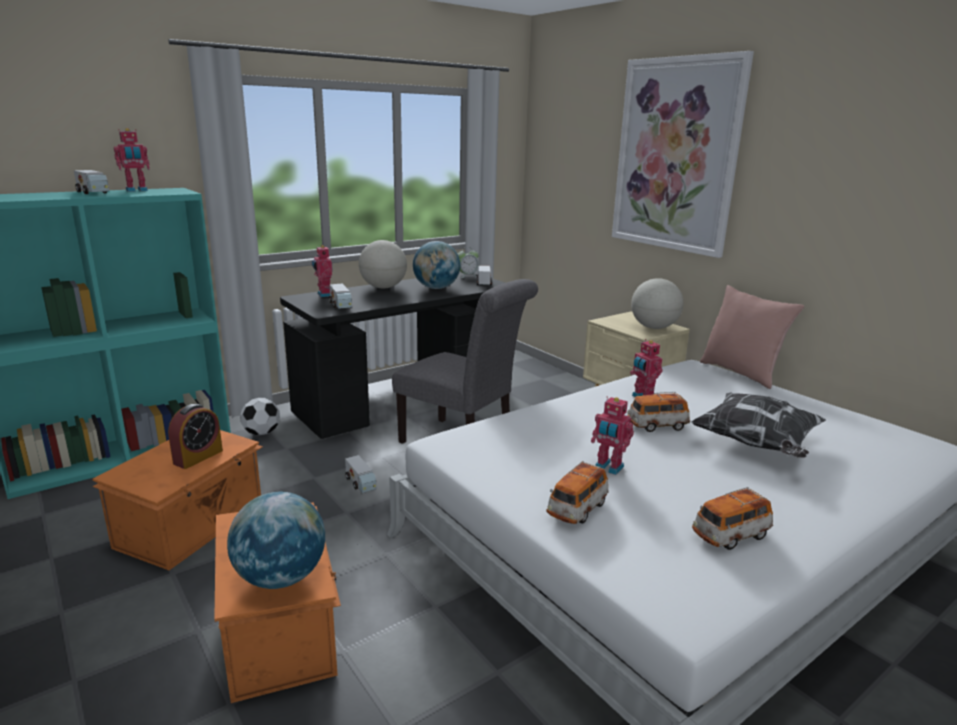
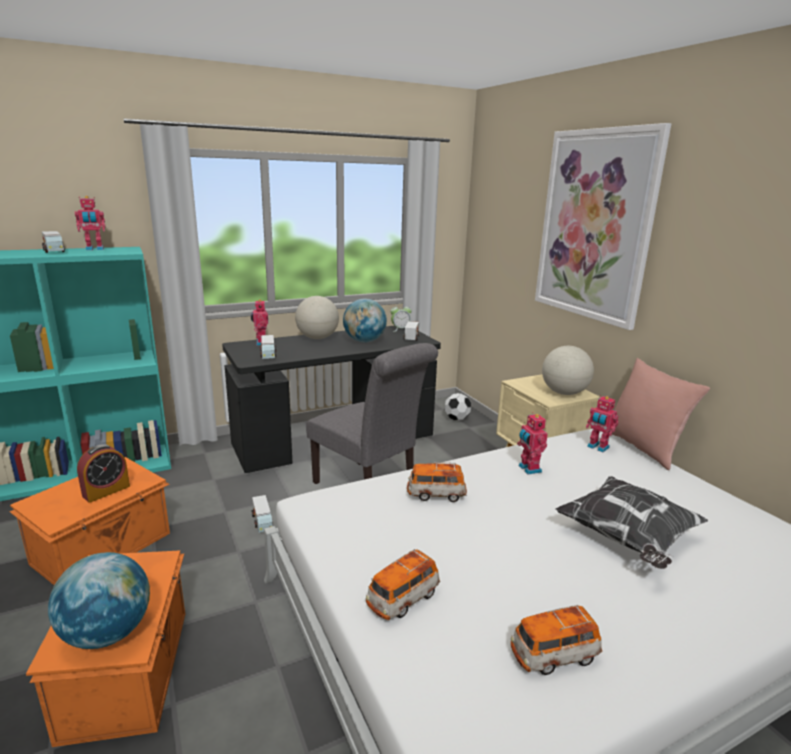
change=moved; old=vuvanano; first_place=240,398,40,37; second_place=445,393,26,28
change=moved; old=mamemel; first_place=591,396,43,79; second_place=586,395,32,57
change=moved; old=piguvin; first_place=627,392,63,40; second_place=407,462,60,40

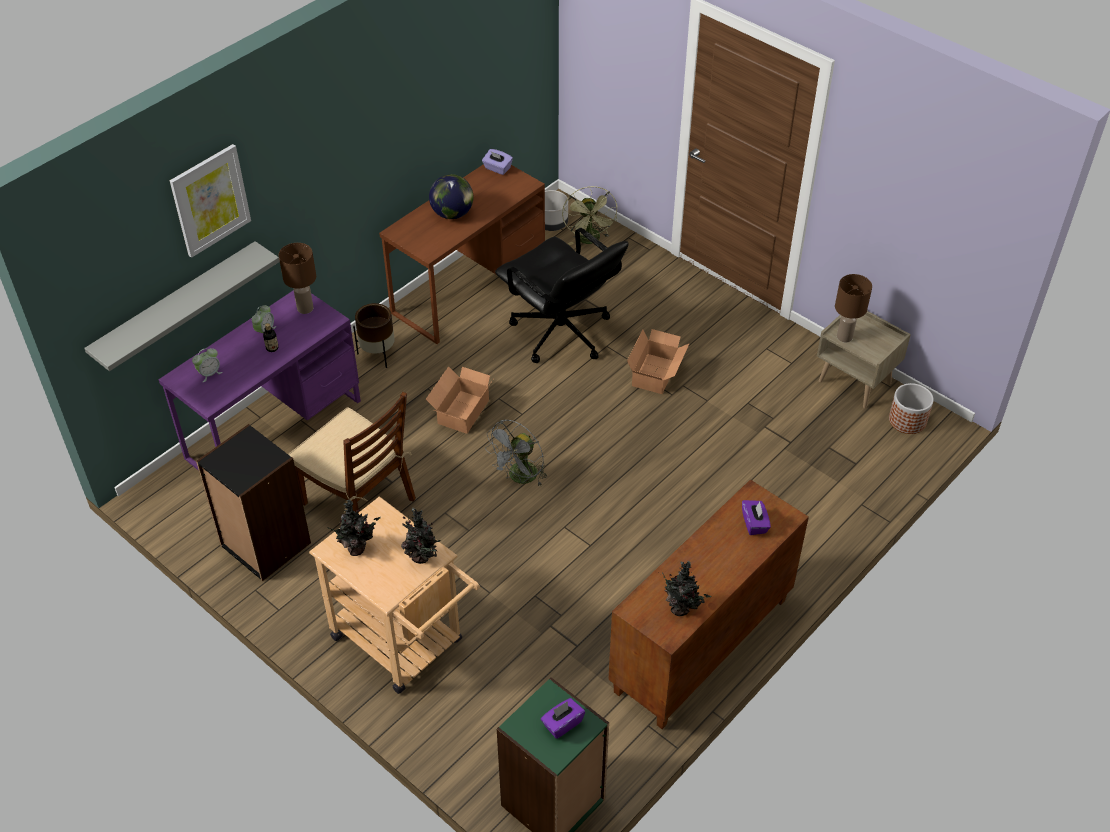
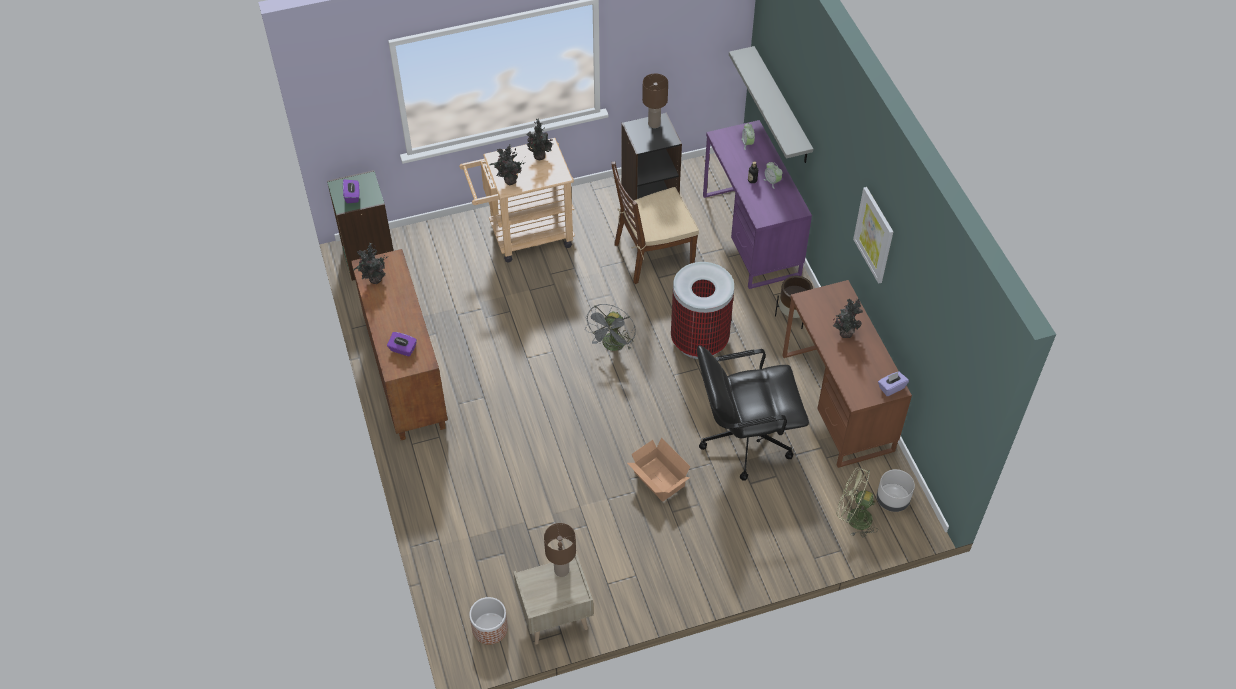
change=moved; old=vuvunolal; first_place=170,144,81,114; second_place=853,187,40,97
change=moved; old=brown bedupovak; first_place=279,243,37,71; second_place=642,74,26,54
change=replaced; old=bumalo; new=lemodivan; first_place=426,366,67,68; second_place=671,262,63,97
change=replaced; old=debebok; new=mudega; first_place=429,174,45,45; second_place=832,298,31,40
change=turned; old=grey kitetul; first_place=485,420,62,67; second_place=586,304,50,47; degrees=-135

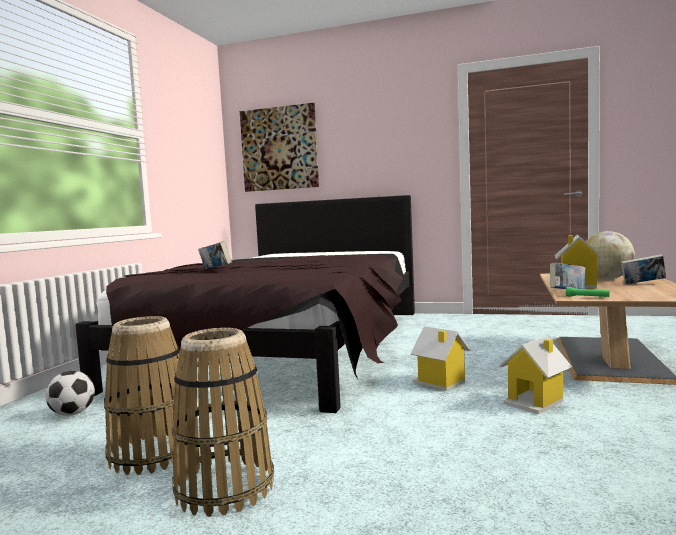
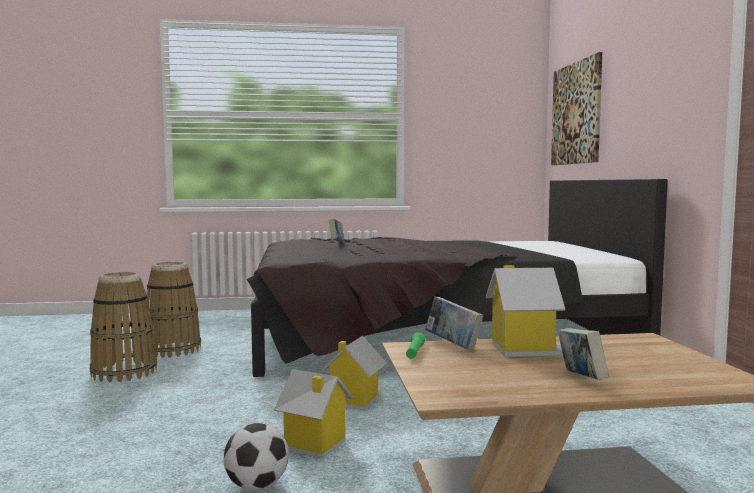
change=removed; old=debebok; first_place=586,231,49,49
change=moved; old=vuvanano; first_place=45,371,50,45; second_place=224,423,65,67

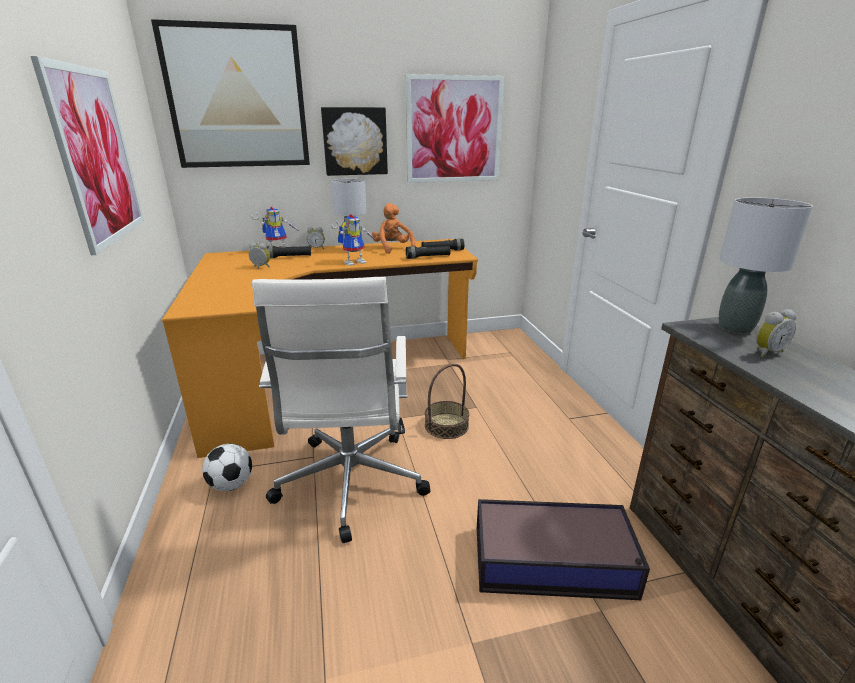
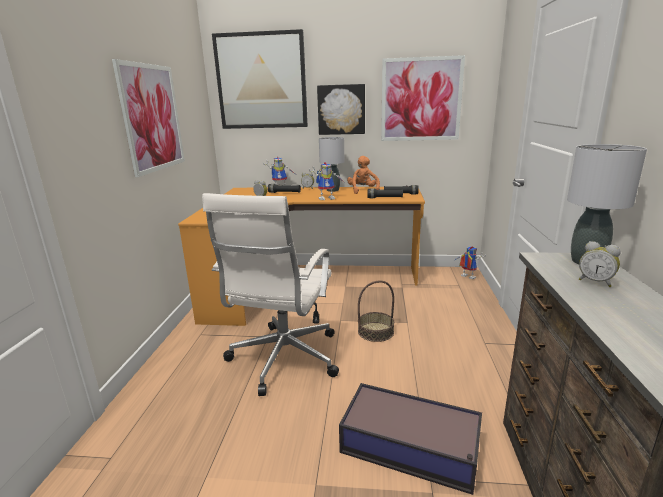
change=removed; old=vuvanano; first_place=202,444,50,47
change=added; new=mamemel; second_place=455,246,31,33
change=turned; old=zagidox; first_place=756,309,40,48; second_place=579,241,42,46; degrees=45

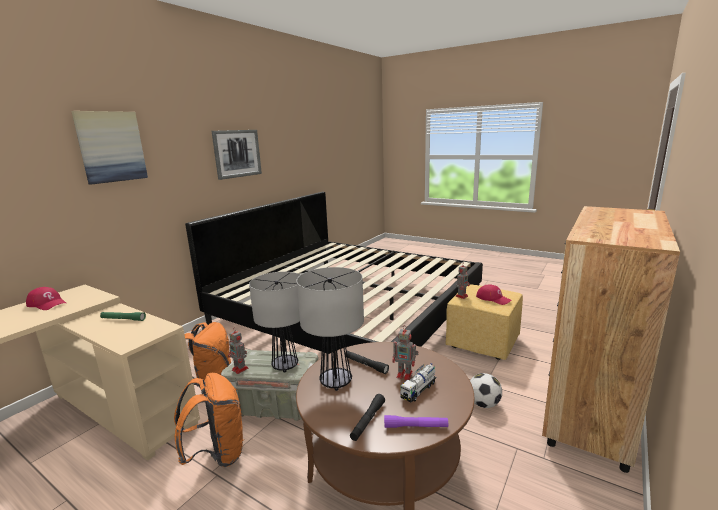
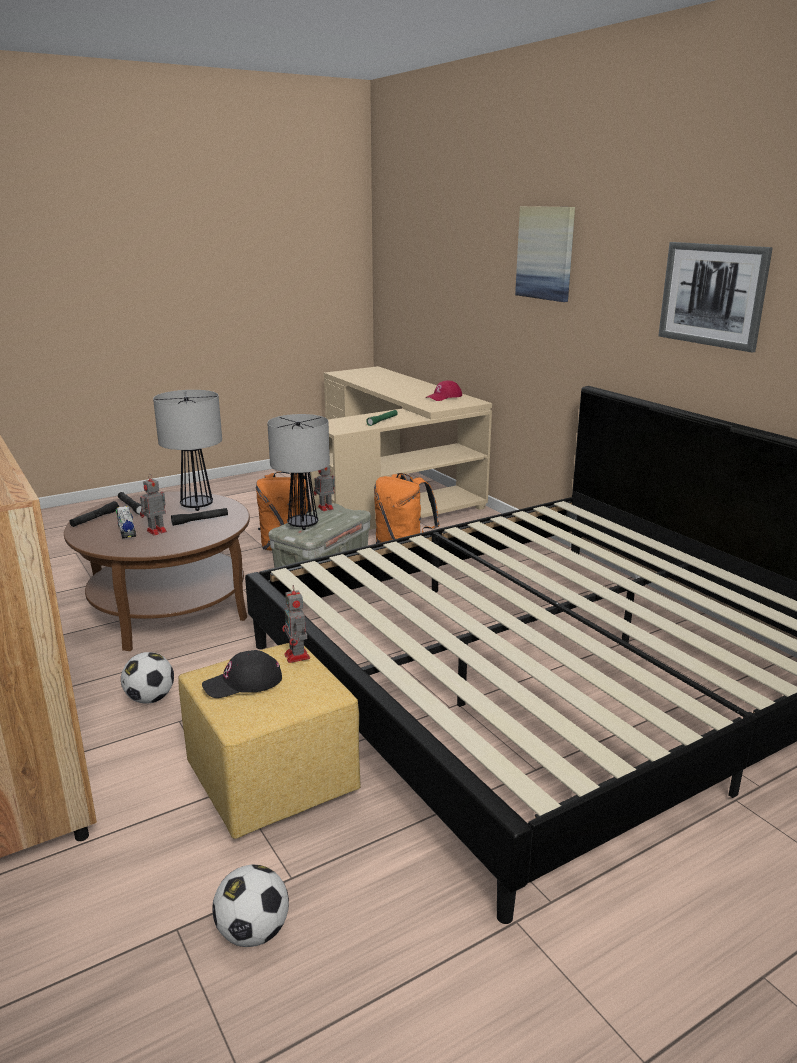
change=added; new=vuvanano; second_place=212,864,77,83
change=recoloured; old=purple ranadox; new=black ranadox; first_place=384,415,64,13; second_place=70,501,49,26
change=recoloured; old=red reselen; new=black reselen; first_place=476,284,36,21; second_place=202,650,80,48

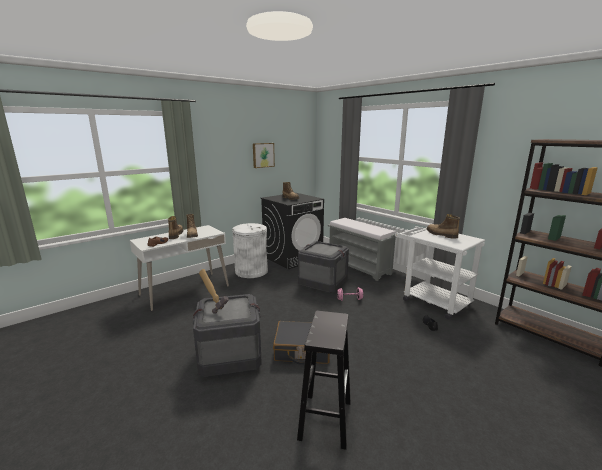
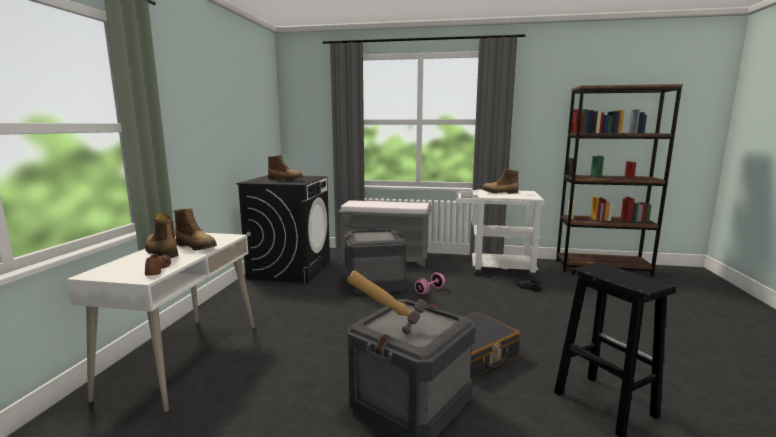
change=removed; old=white lemodivan; first_place=232,223,36,55
change=removed; old=vuvunolal; first_place=253,143,22,25

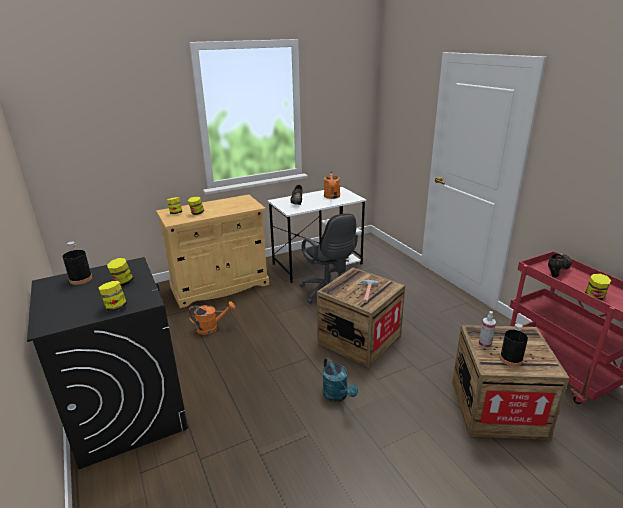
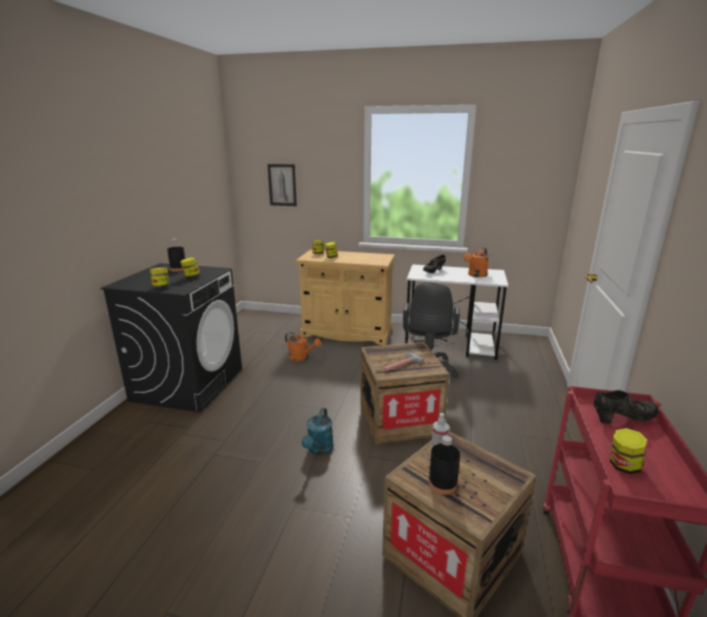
change=added; new=vuvunolal; second_place=268,164,29,42

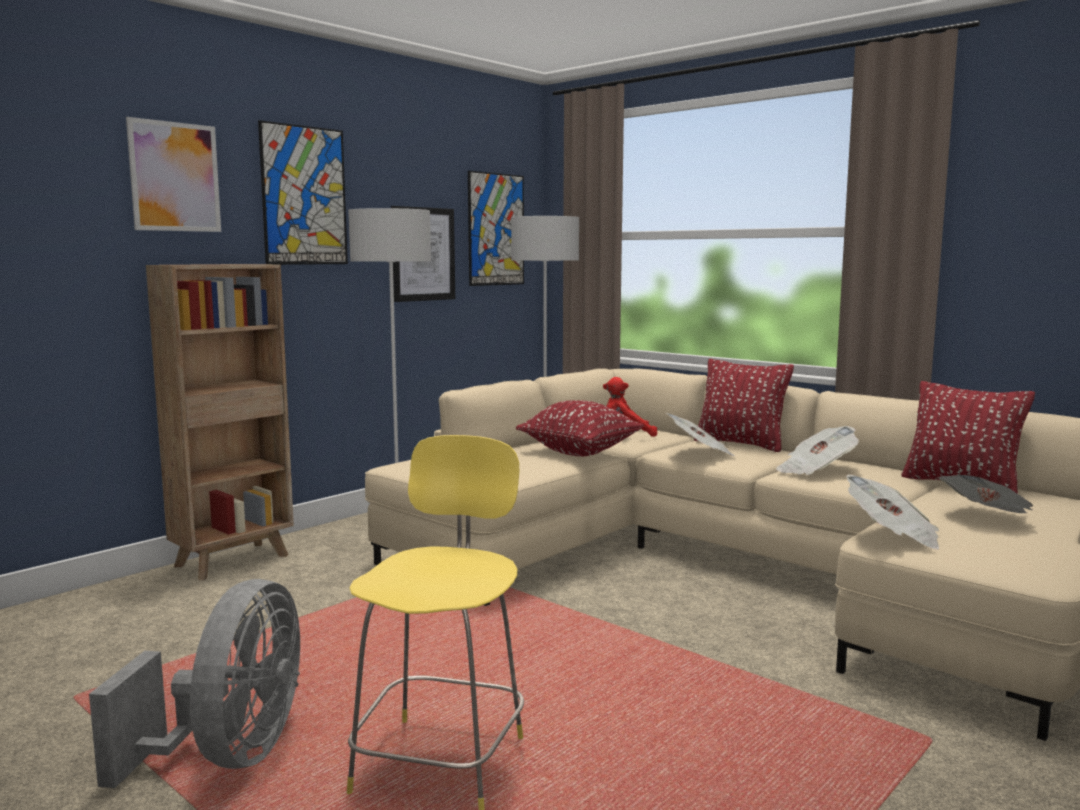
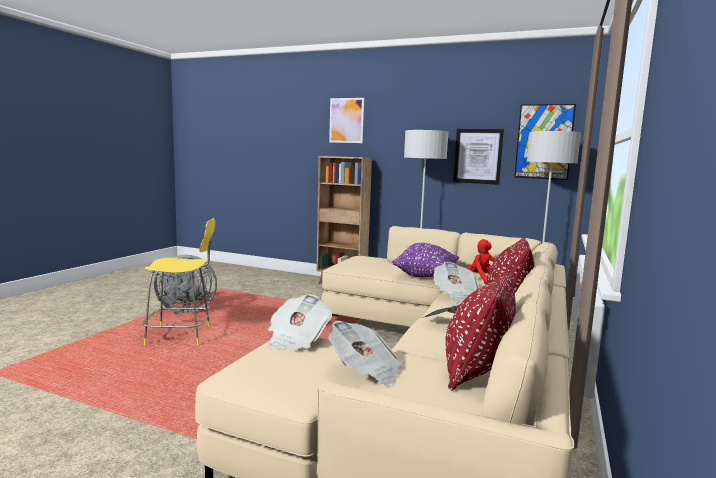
change=removed; old=vuvunolal; first_place=258,120,90,145
change=recoloured; old=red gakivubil; new=purple gakivubil; first_place=516,400,128,56; second_place=392,243,67,34

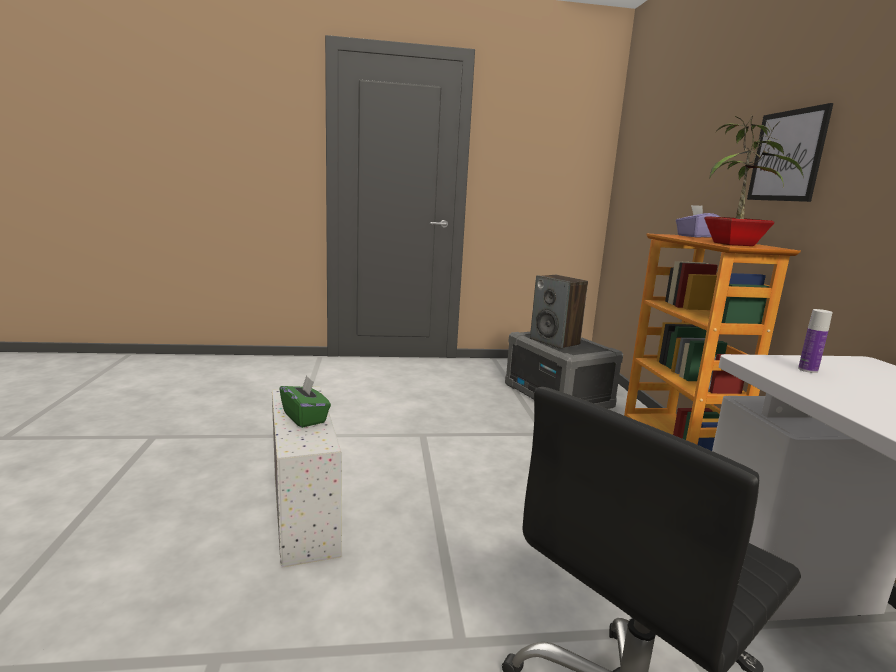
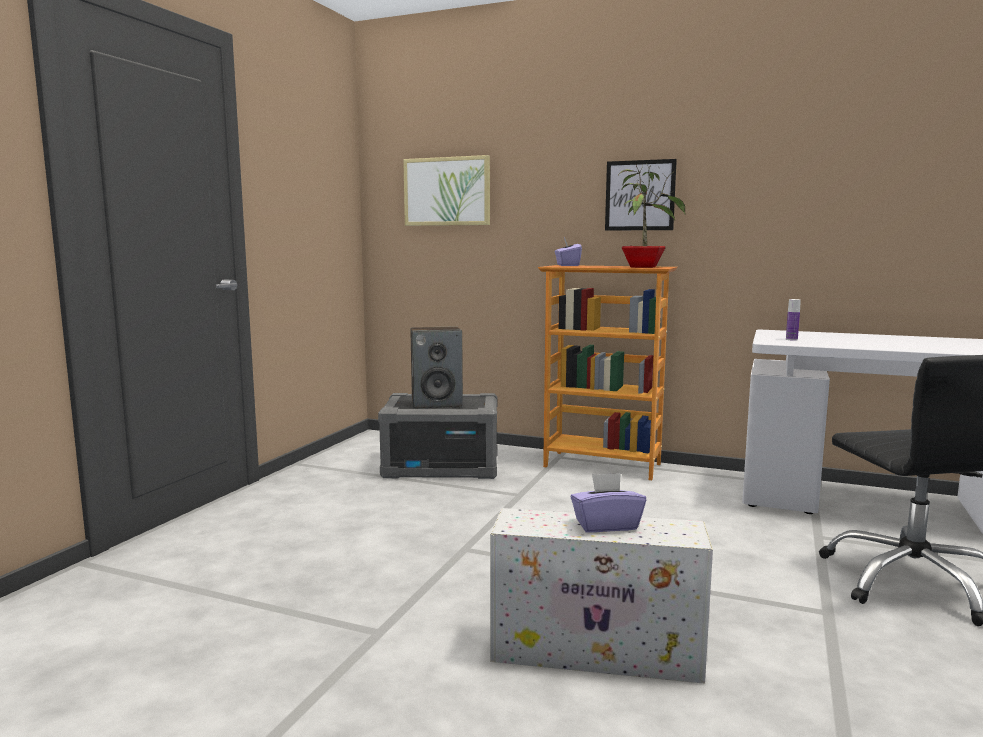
change=added; new=vuvunolal; second_place=403,155,87,71
change=recoloured; old=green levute; new=purple levute; first_place=279,375,52,53; second_place=571,473,75,60

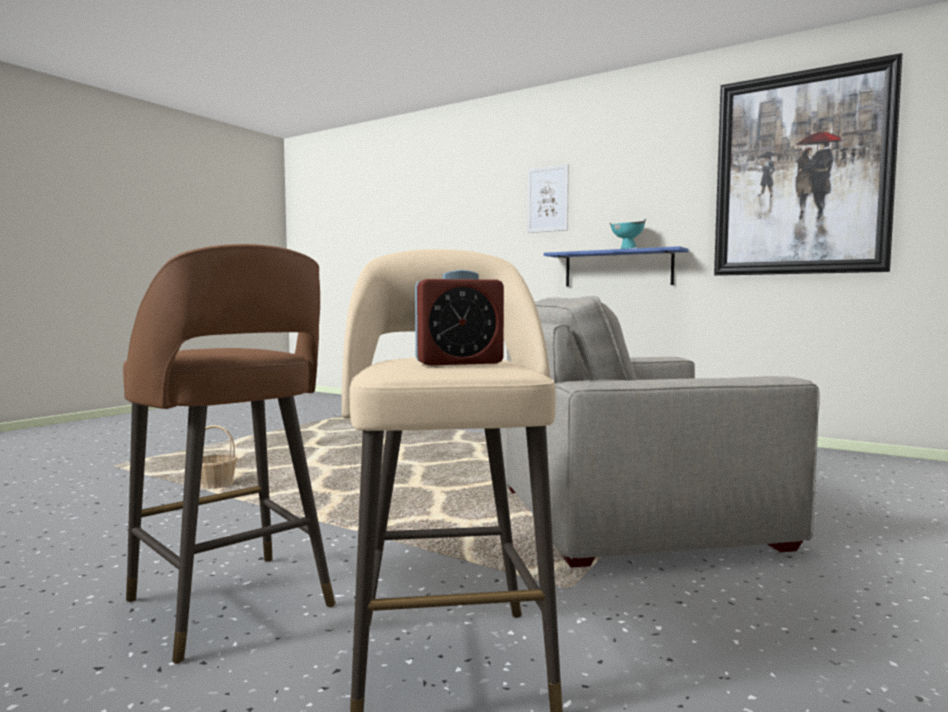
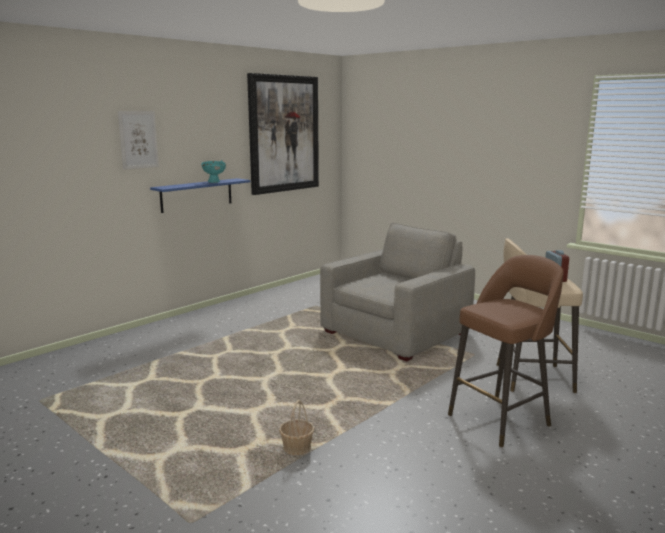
change=turned; old=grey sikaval; first_place=501,296,319,272; second_place=320,223,155,138; degrees=-135

